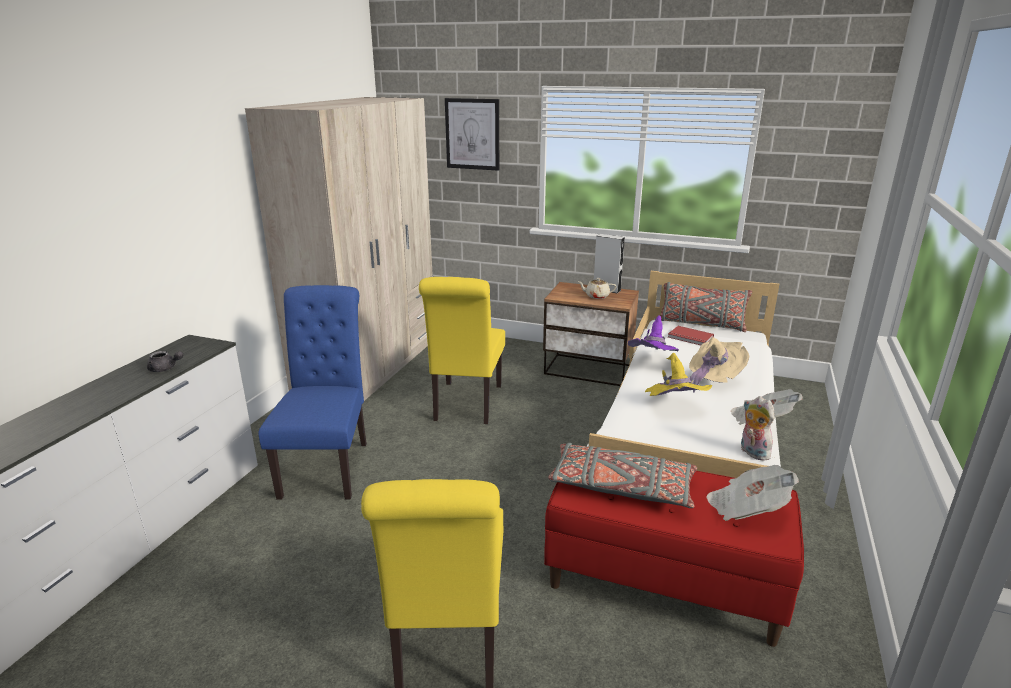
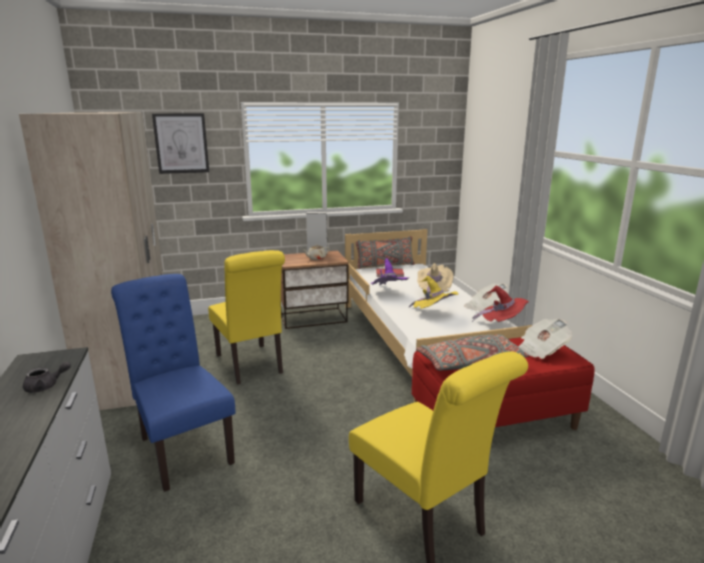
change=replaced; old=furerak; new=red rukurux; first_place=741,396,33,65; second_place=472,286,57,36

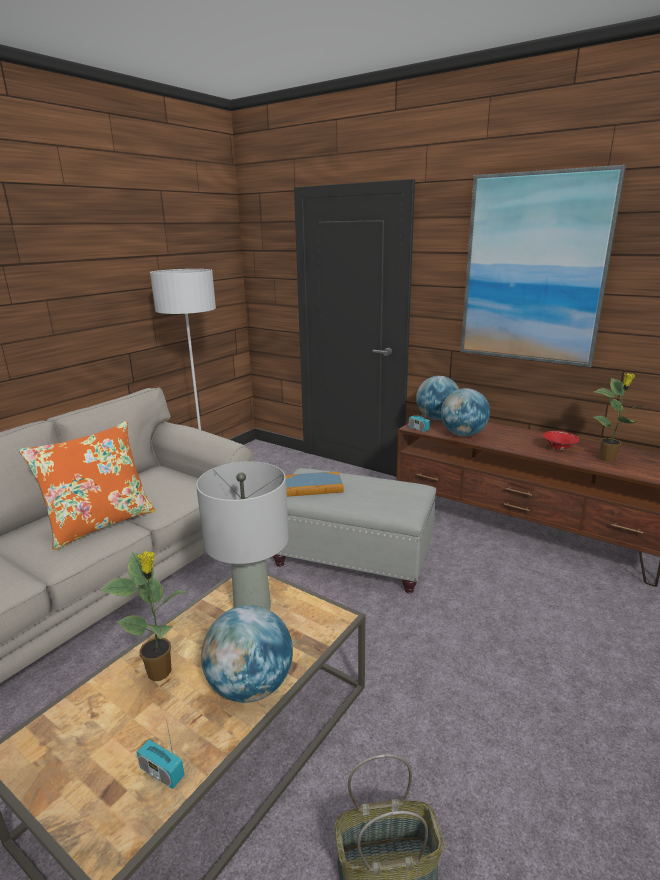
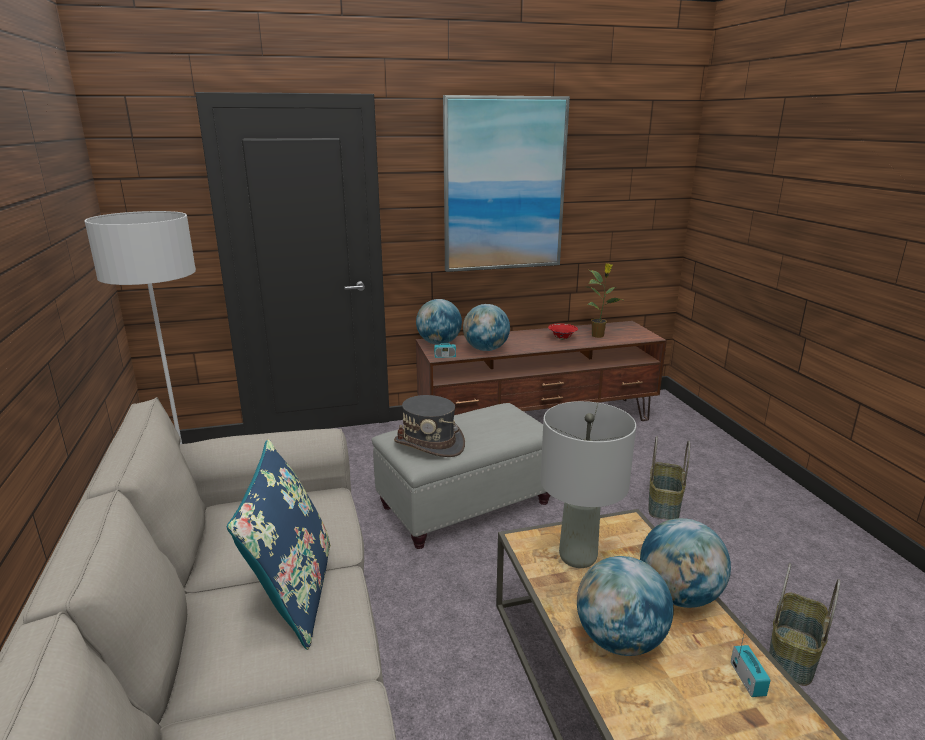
change=added; new=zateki; second_place=649,436,41,84
change=replaced; old=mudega; new=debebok; first_place=99,551,88,130; second_place=577,556,97,100
change=replaced; old=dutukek; new=grey rukurux; first_place=285,472,59,25; second_place=394,395,71,62
change=recoloured; old=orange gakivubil; new=blue gakivubil; first_place=19,421,136,130; second_place=227,439,103,211
change=turned; old=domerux; first_place=137,719,48,70; second_place=731,626,39,71; degrees=-75

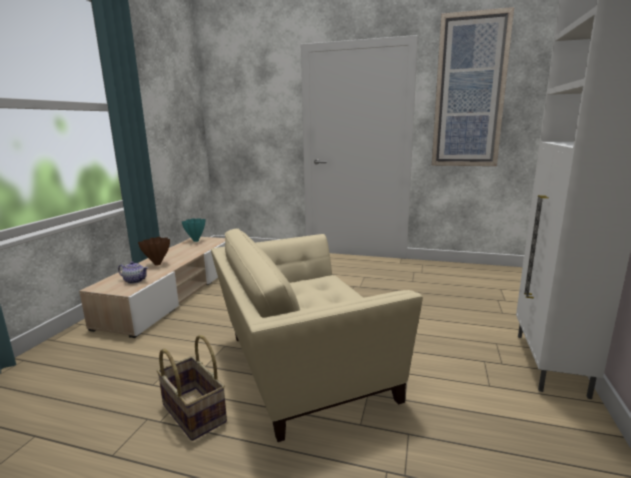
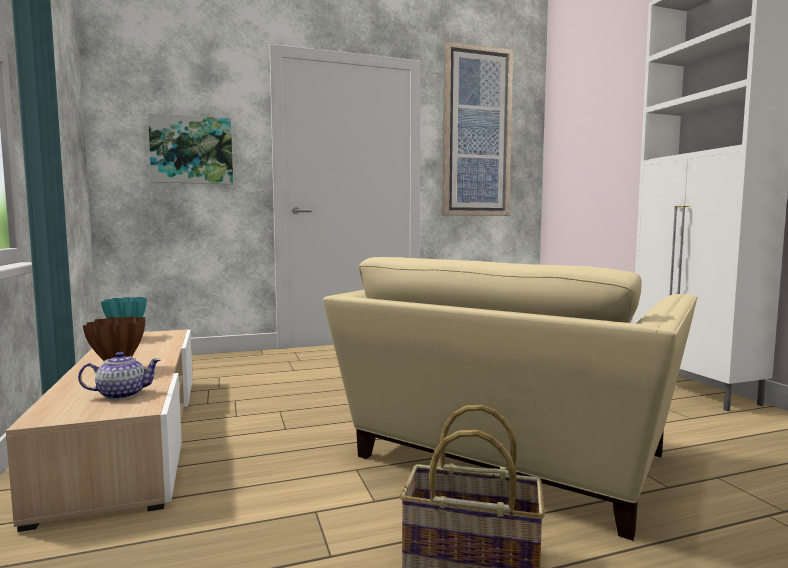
change=added; new=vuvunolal; second_place=148,113,85,71

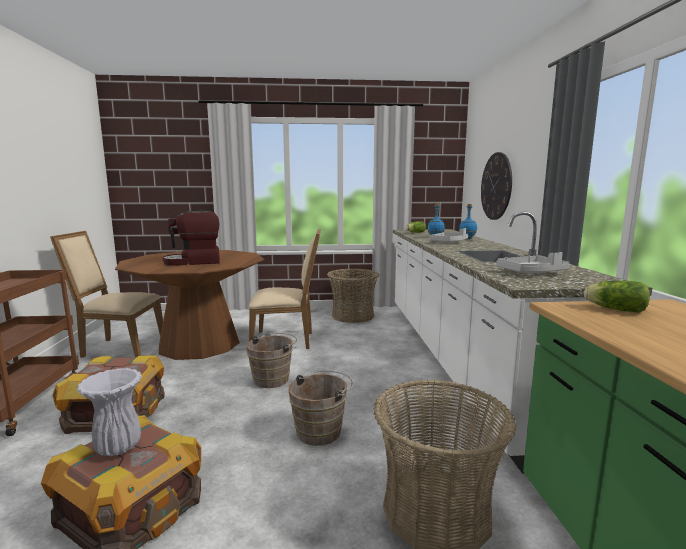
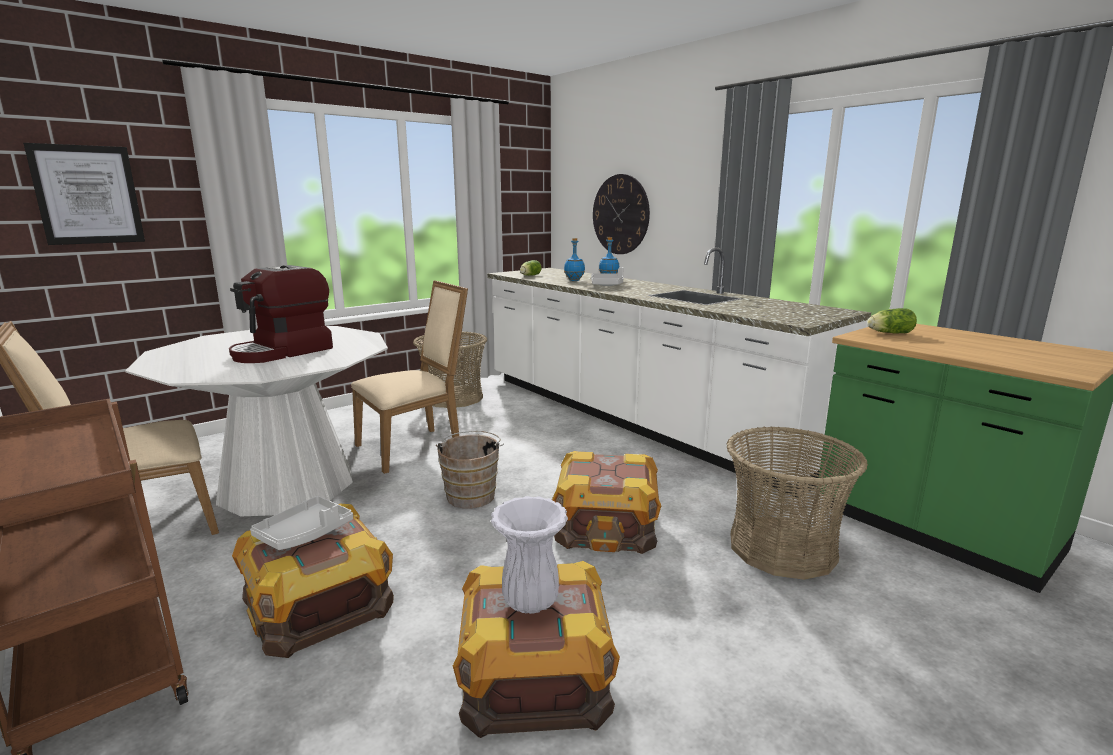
change=added; new=vuvunolal; second_place=23,143,122,102
change=moved; old=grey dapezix; first_place=496,252,74,21; second_place=250,496,103,54
change=replaced; old=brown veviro; new=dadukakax; first_place=288,370,64,76; second_place=552,451,109,103
change=recoloured; old=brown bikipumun; new=white bikipumun; first_place=115,250,150,110; second_place=125,326,263,191

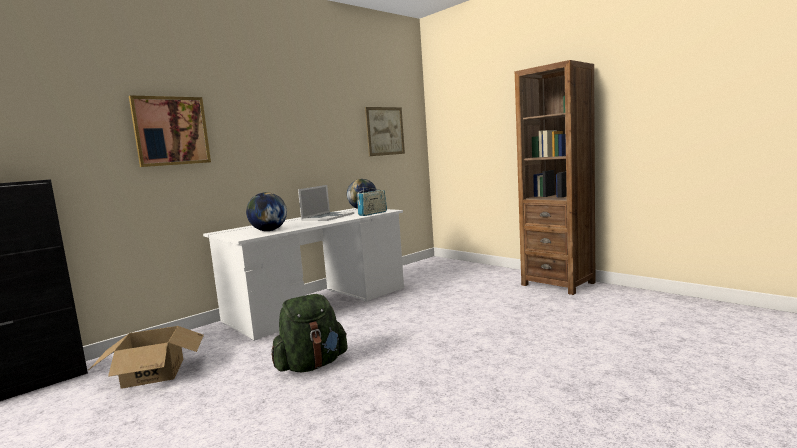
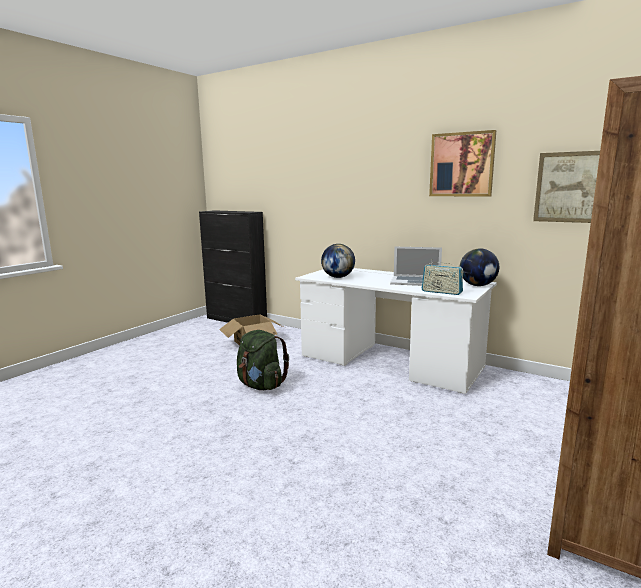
change=moved; old=vuvunolal; first_place=129,95,82,72; second_place=429,130,67,67

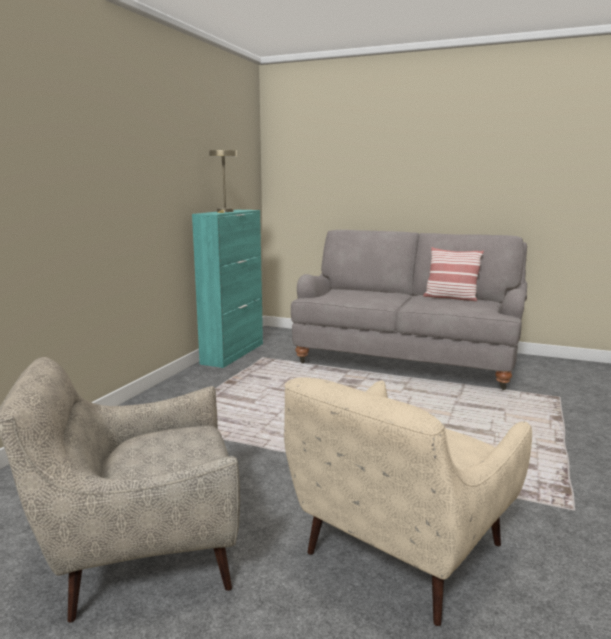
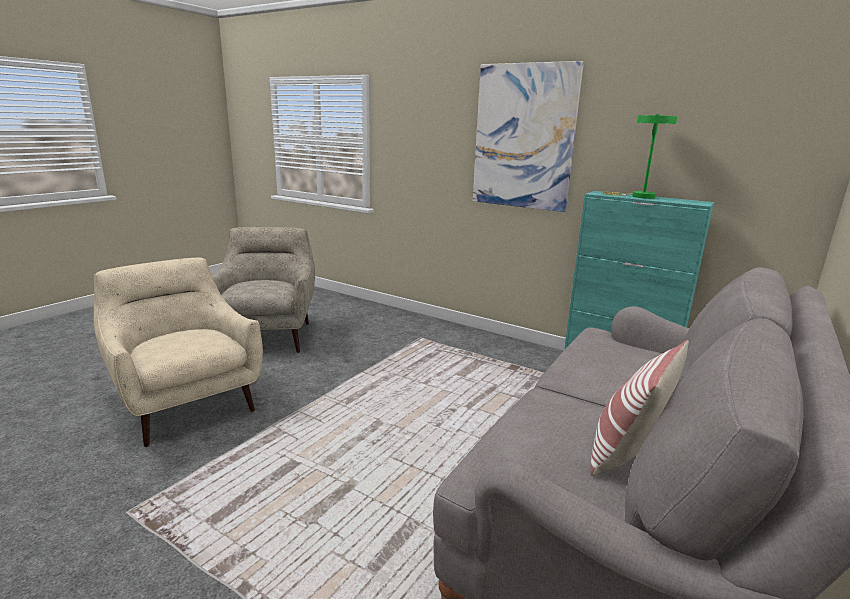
change=added; new=vuvunolal; second_place=473,61,111,151
change=recoloured; old=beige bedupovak; new=green bedupovak; first_place=209,150,28,63; second_place=603,114,75,85

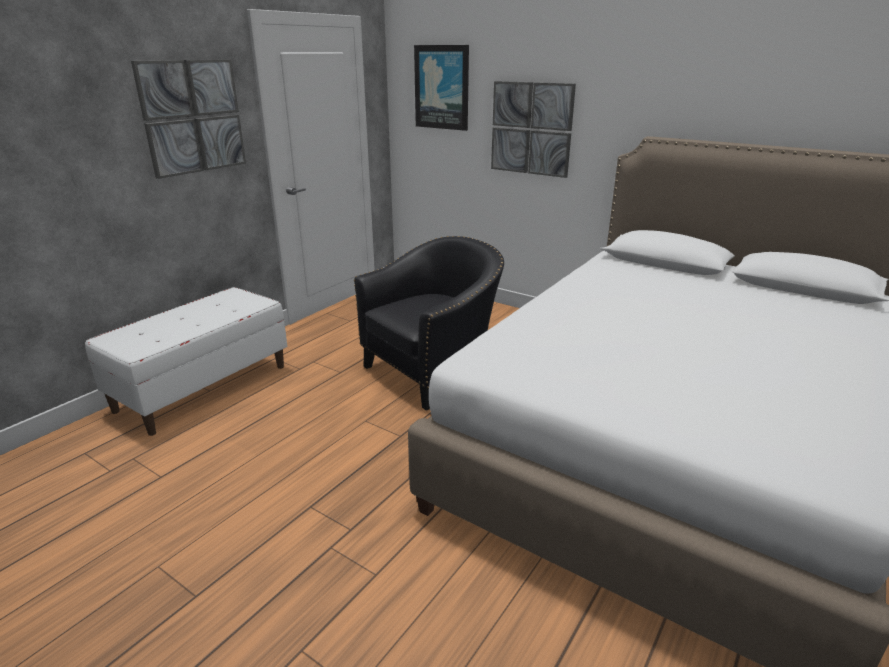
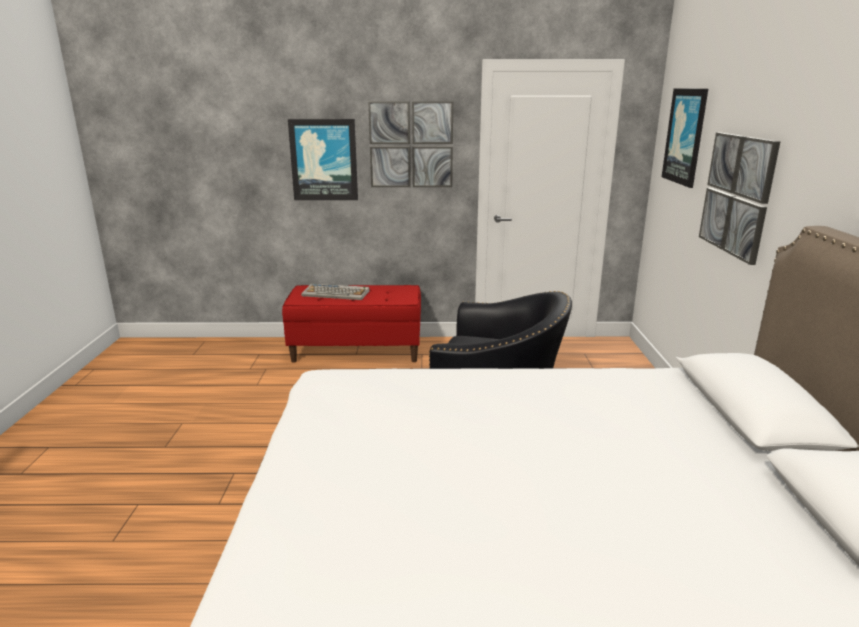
change=added; new=vuvunolal; second_place=288,119,70,81
change=added; new=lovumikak; second_place=301,283,69,17
change=recoloured; old=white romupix; new=red romupix; first_place=85,287,202,149; second_place=282,285,139,78

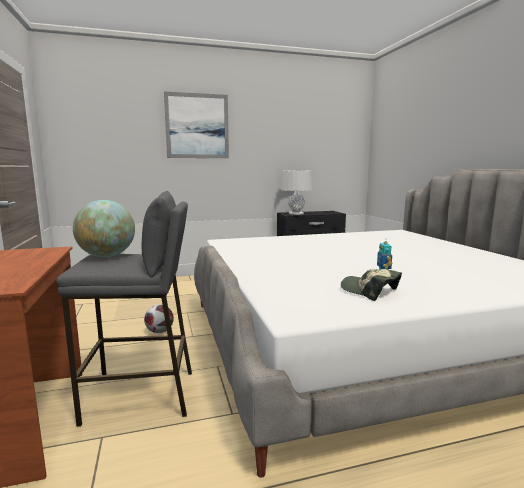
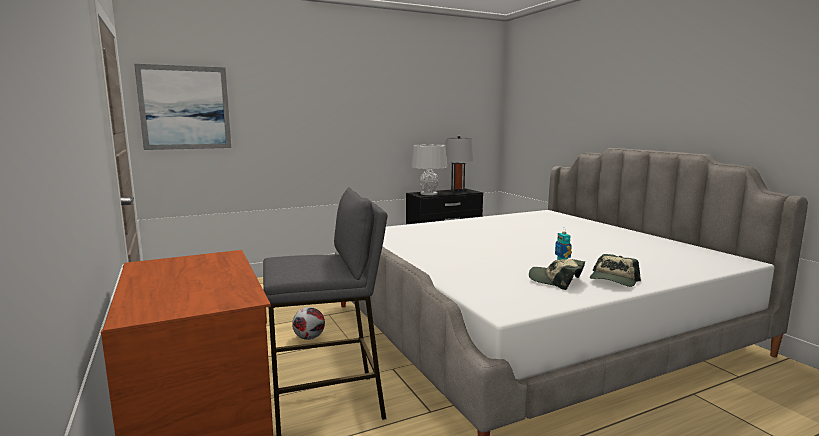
change=removed; old=debebok; first_place=73,200,62,57
change=added; new=grey bedupovak; second_place=445,135,29,57
change=added; new=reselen; second_place=590,254,51,33
change=moved; old=vuvunolal; first_place=164,91,65,67; second_place=134,64,97,86

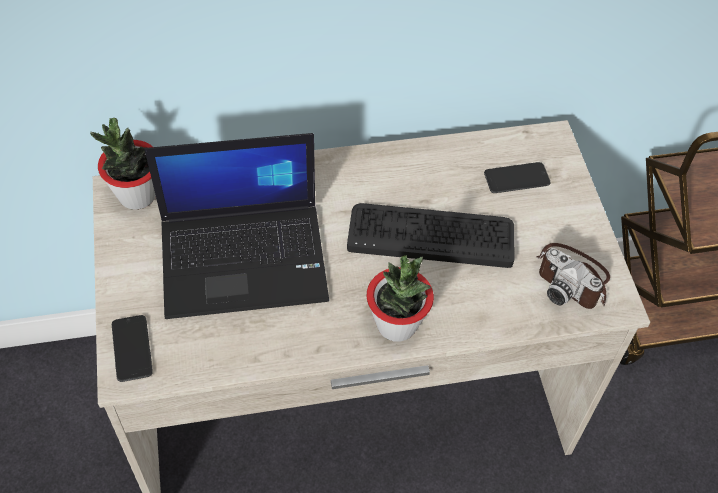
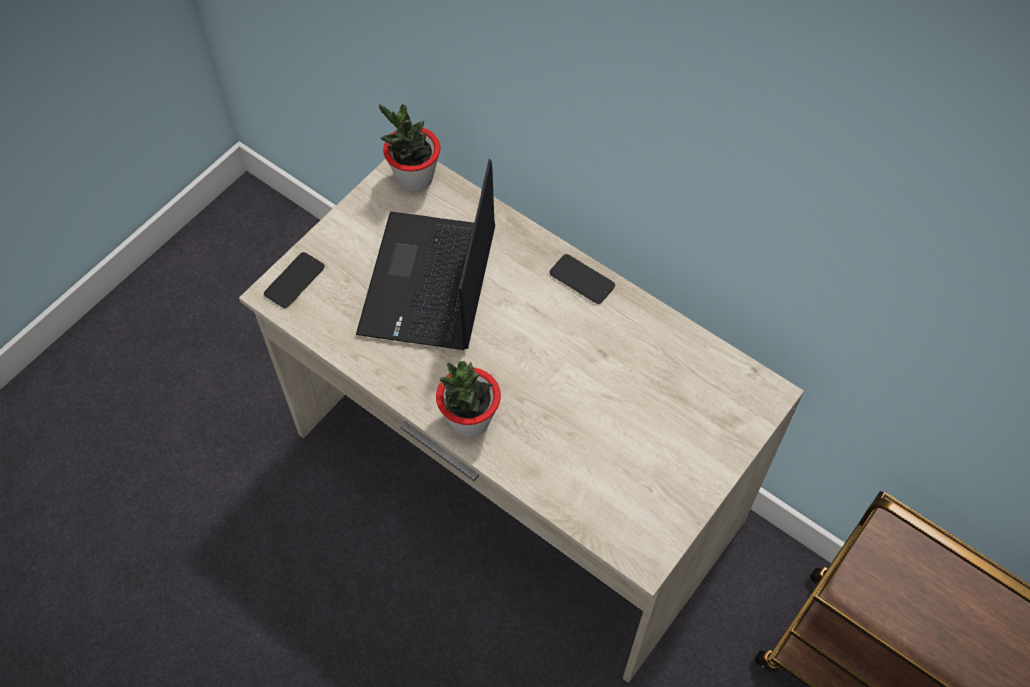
change=removed; old=lovumikak; first_place=347,203,167,65
change=removed; old=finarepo; first_place=536,243,74,66
change=moved; old=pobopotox; first_place=484,162,66,31; second_place=549,254,66,50
change=turned; old=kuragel; first_place=144,133,185,186; second_place=356,159,139,191; degrees=60

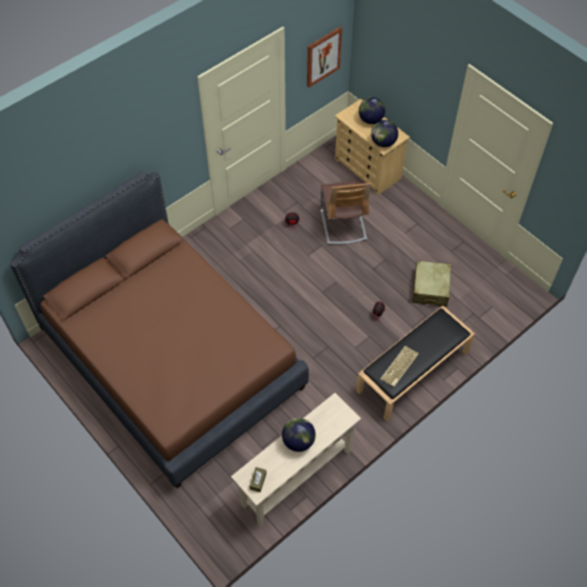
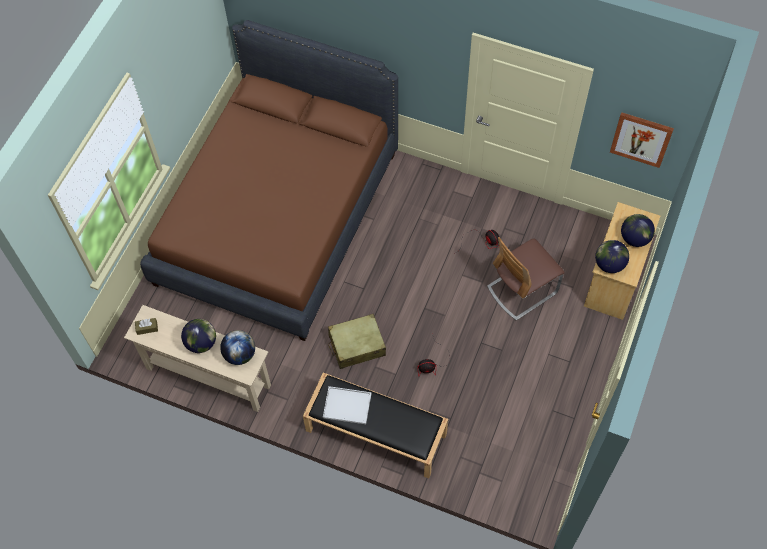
change=added; new=debebok; second_place=220,330,35,35
change=moved; old=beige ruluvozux; first_place=412,261,39,46; second_place=328,314,58,55
change=replaced; old=lovumikak; new=white dapezix; first_place=380,346,39,41; second_place=323,386,49,38

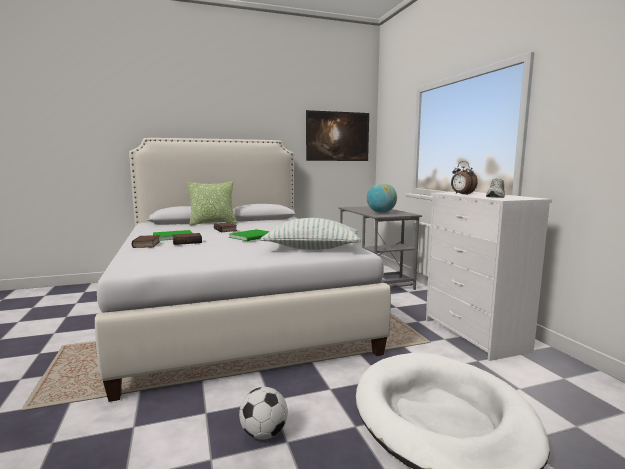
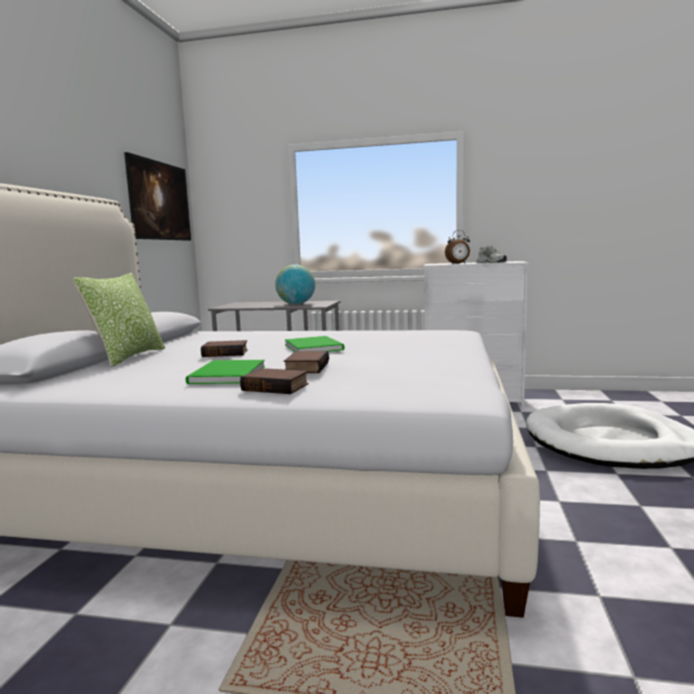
change=removed; old=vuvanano; first_place=239,387,49,53
change=removed; old=gakivubil; first_place=260,218,101,32

